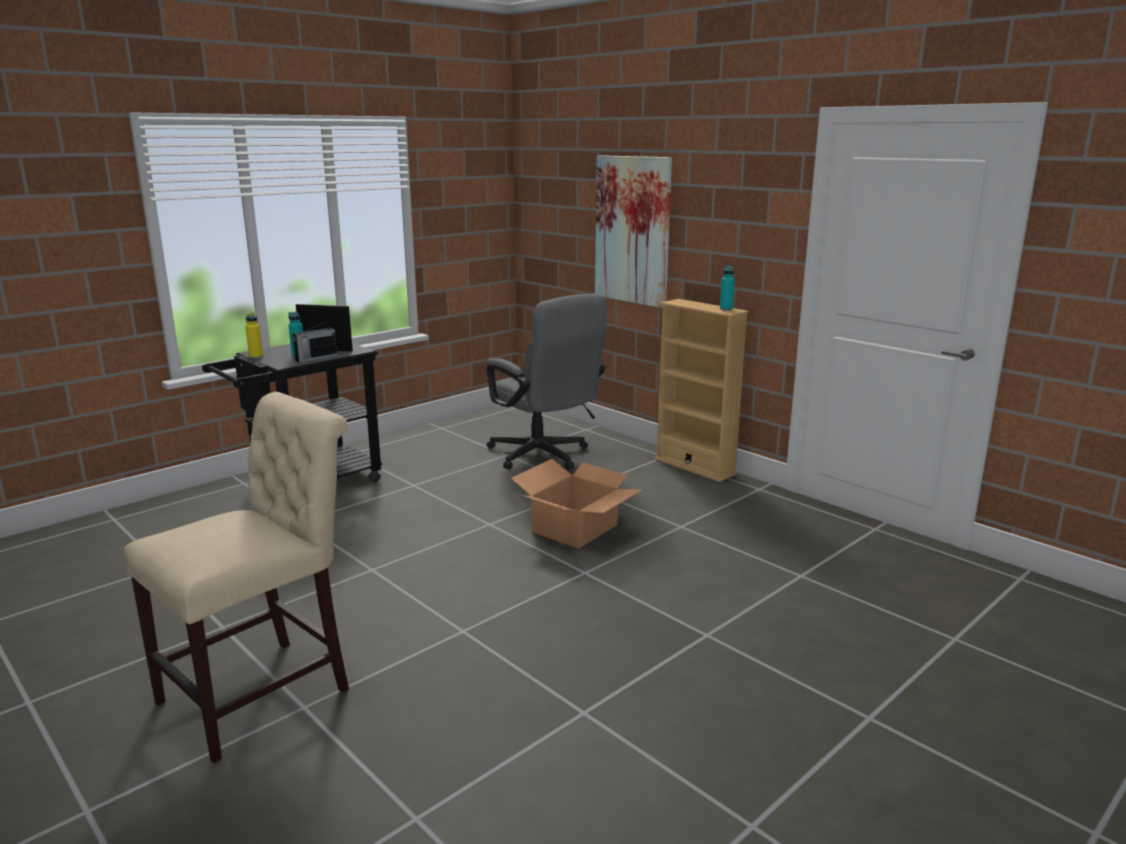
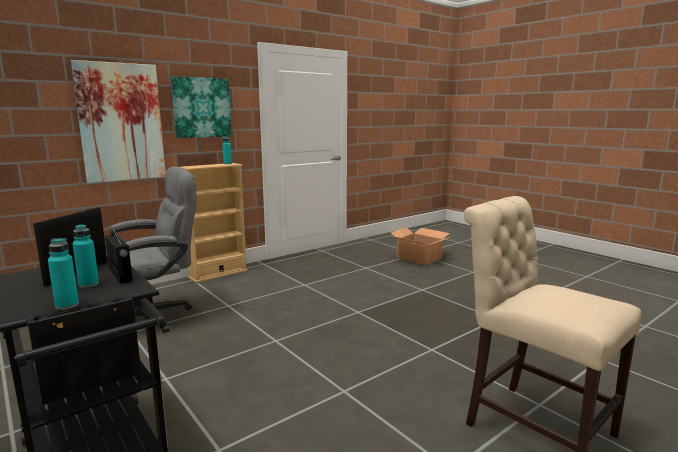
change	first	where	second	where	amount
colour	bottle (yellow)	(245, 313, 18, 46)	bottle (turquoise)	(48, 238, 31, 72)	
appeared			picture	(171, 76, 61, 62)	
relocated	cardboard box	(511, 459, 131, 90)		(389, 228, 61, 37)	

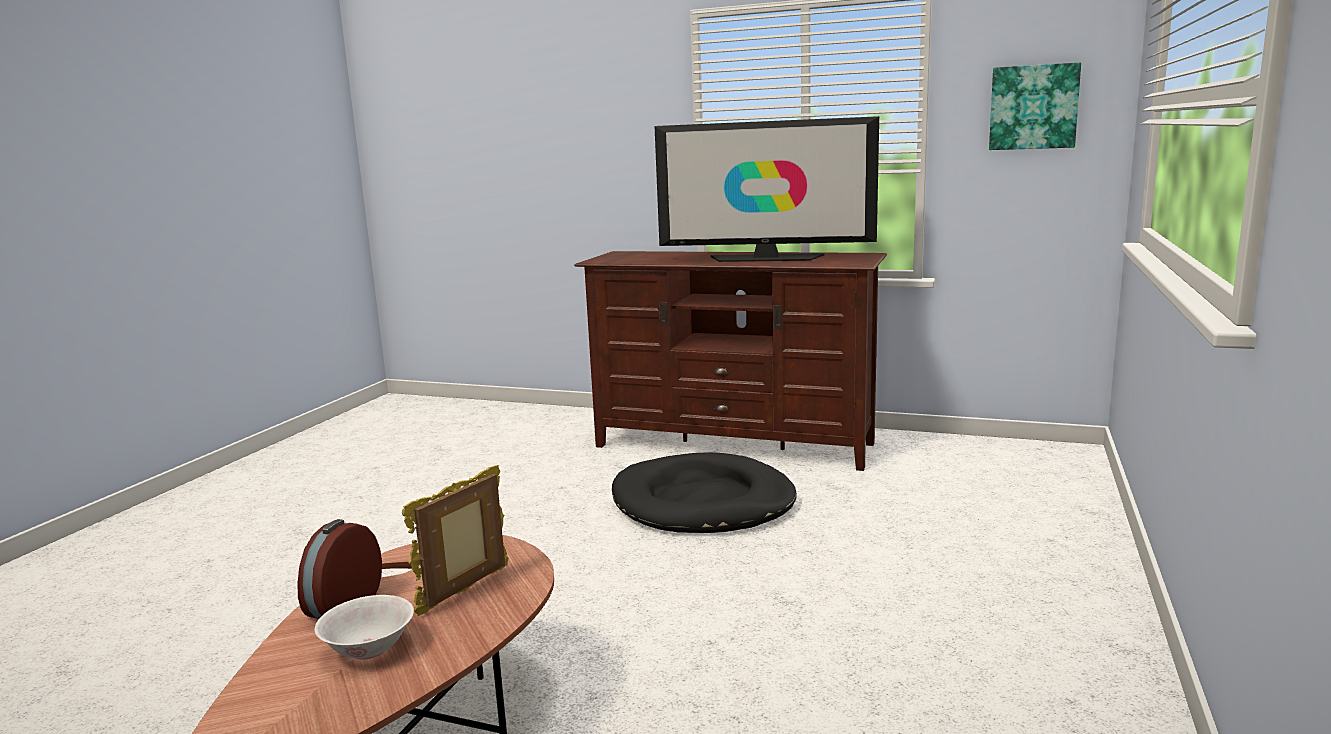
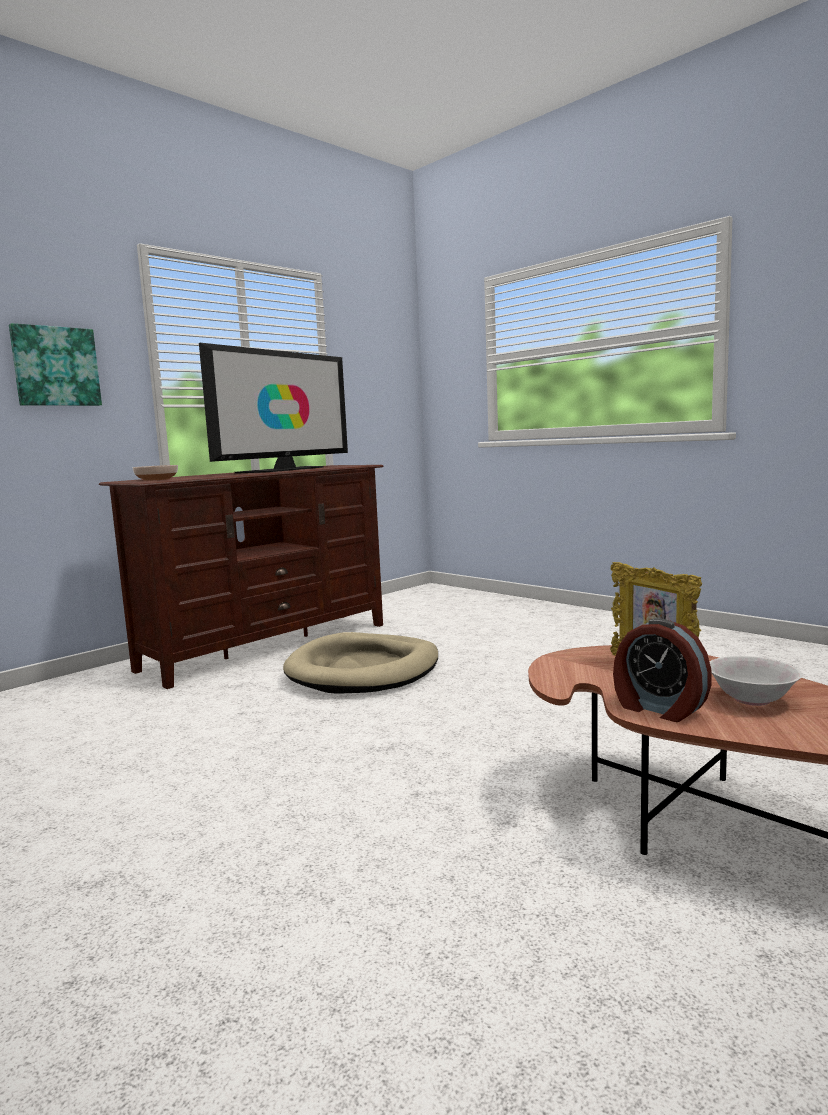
change	first	where	second	where	amount
relocated	picture	(989, 62, 92, 88)		(9, 323, 93, 83)	
appeared			bowl	(133, 465, 45, 16)	
colour	dog bed (black)	(612, 452, 185, 81)	dog bed (beige)	(283, 632, 155, 62)	

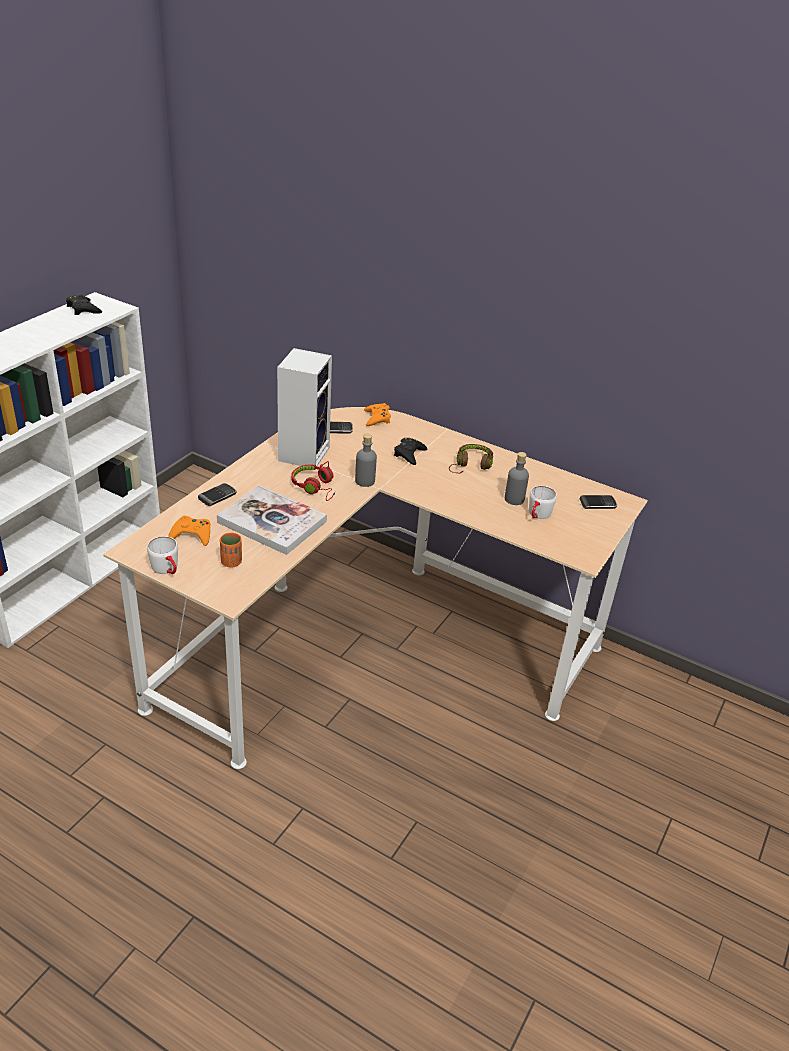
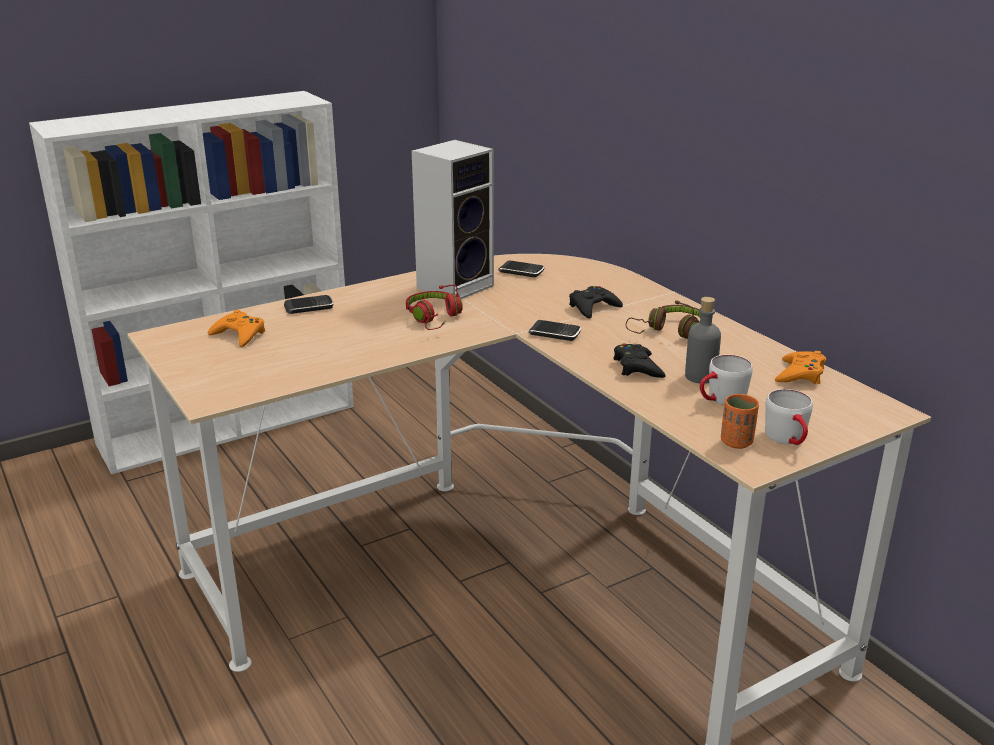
change	first	where	second	where	amount
relocated	phone	(580, 495, 37, 14)		(528, 320, 53, 21)	
relocated	game controller (black)	(66, 295, 36, 20)		(613, 343, 53, 35)	
relocated	cup (orange)	(220, 533, 22, 35)		(721, 394, 38, 55)	
relocated	mug (white)	(147, 536, 31, 38)		(765, 389, 48, 56)	
relocated	game controller (orange)	(364, 403, 27, 23)		(775, 351, 51, 33)	
missing	book	(217, 485, 110, 70)			
missing	bottle (grey)	(355, 434, 22, 53)			

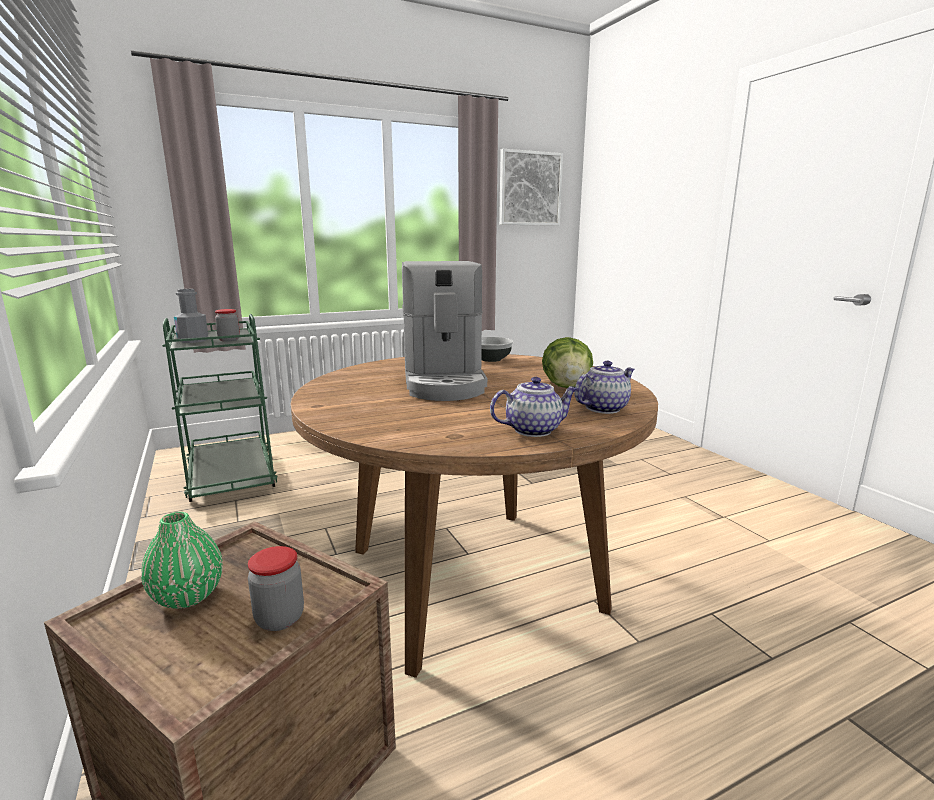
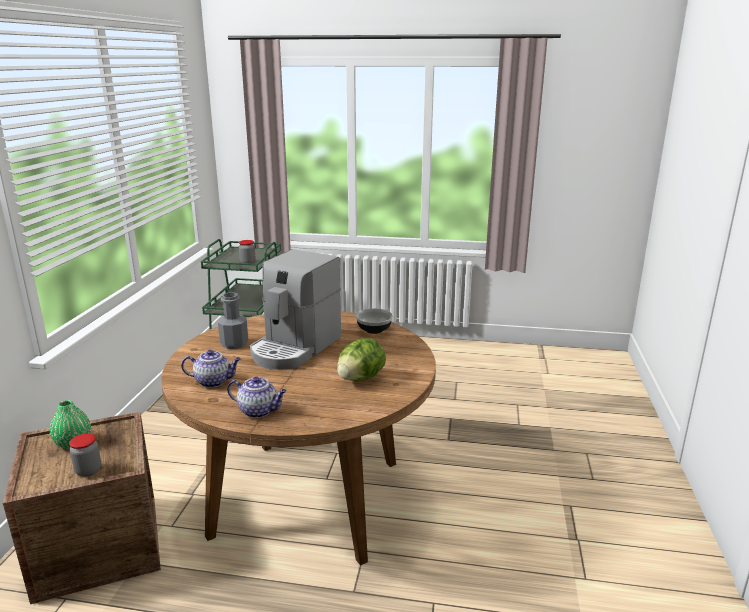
change	first	where	second	where	amount
relocated	teapot	(574, 361, 60, 53)		(181, 350, 60, 38)	
relocated	bottle (grey)	(174, 289, 34, 54)		(218, 292, 30, 57)	
missing	picture	(499, 149, 64, 77)			

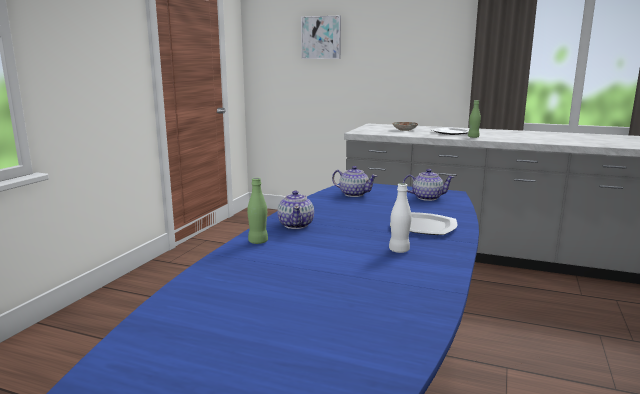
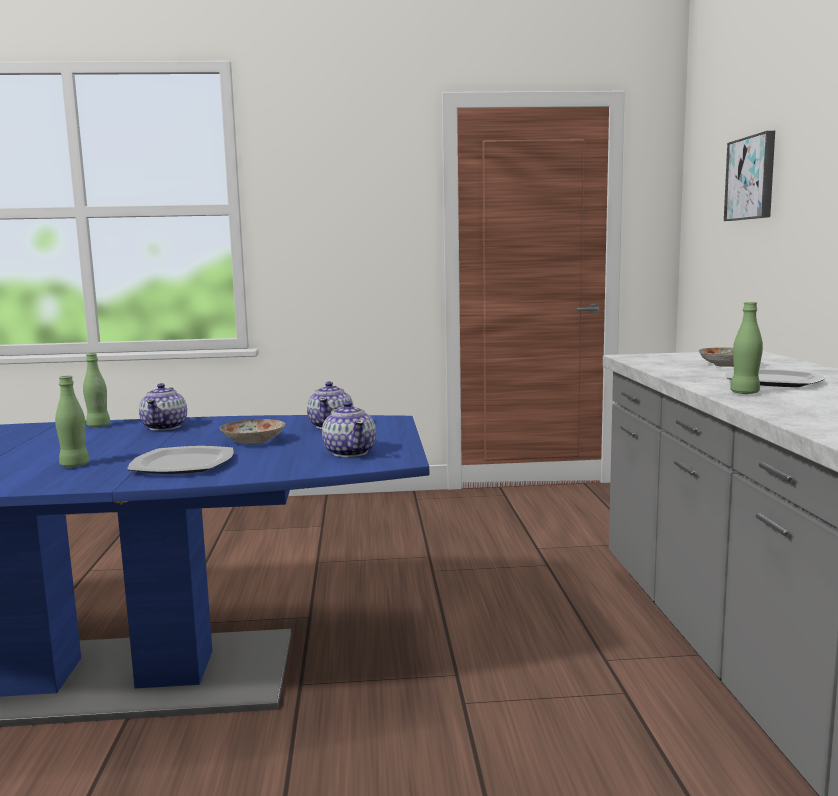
change	first	where	second	where	amount
colour	bottle (white)	(389, 183, 23, 70)	bottle (green)	(55, 376, 34, 91)	
spun	teapot	(277, 191, 37, 38)		(139, 383, 48, 48)	60 degrees counterclockwise
appeared			plate	(220, 419, 65, 26)	

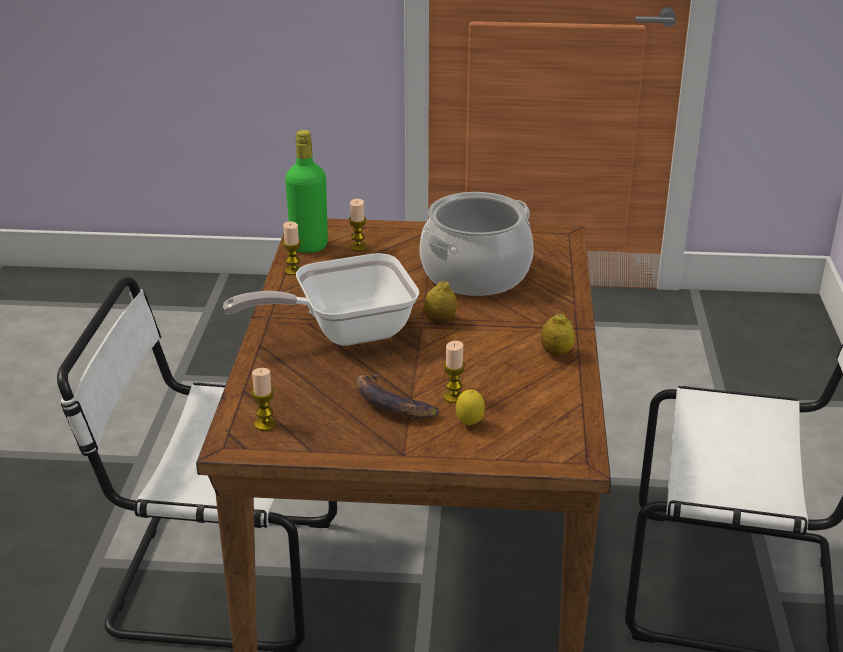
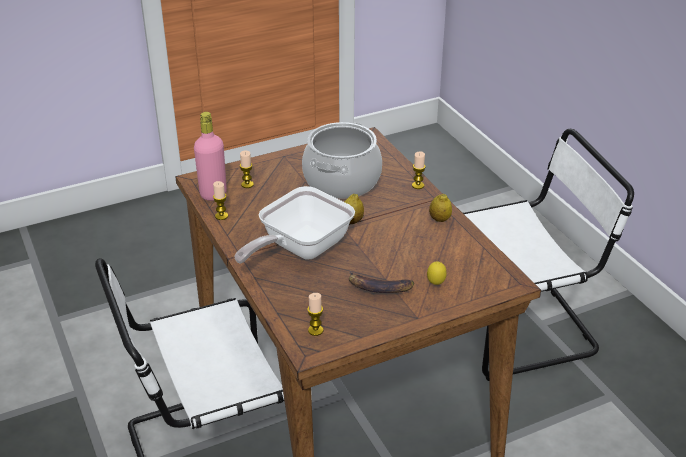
change	first	where	second	where	amount
colour	bottle (green)	(285, 130, 43, 123)	bottle (pink)	(194, 112, 33, 89)	
relocated	candle	(443, 341, 22, 62)		(412, 151, 14, 38)	

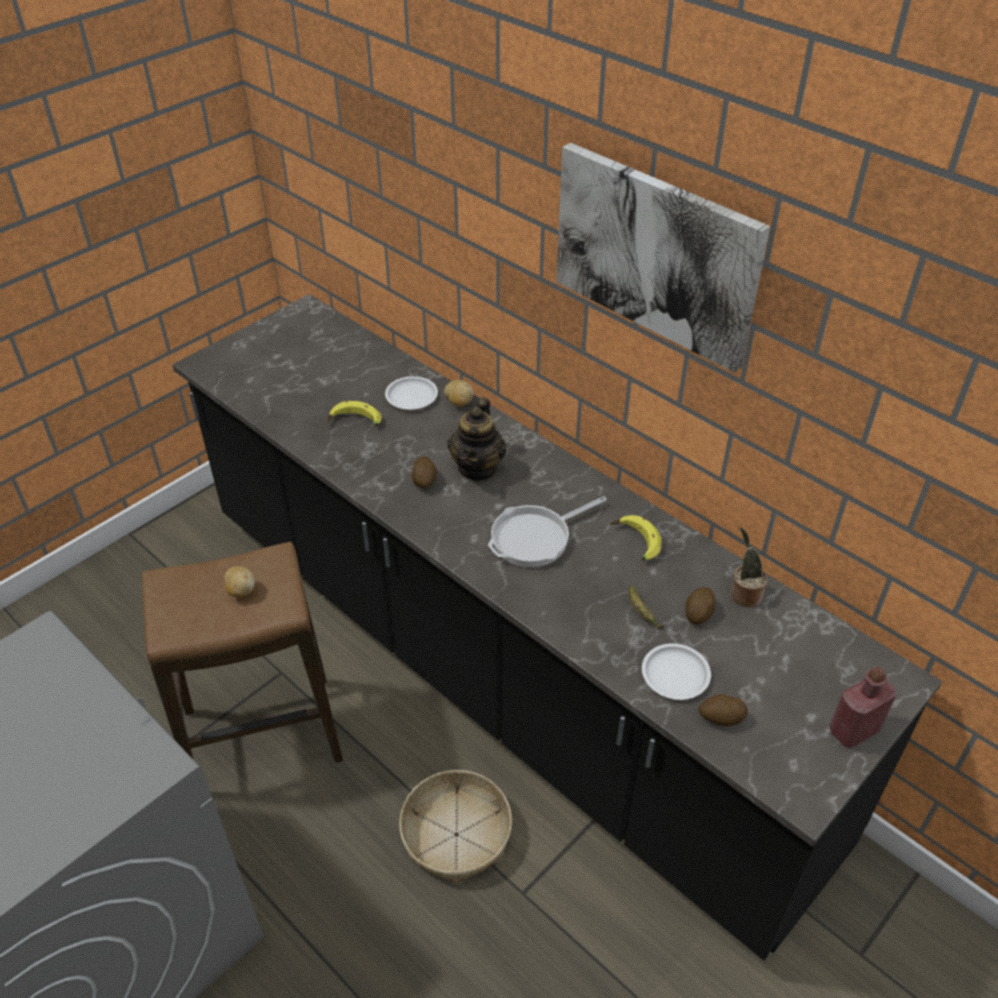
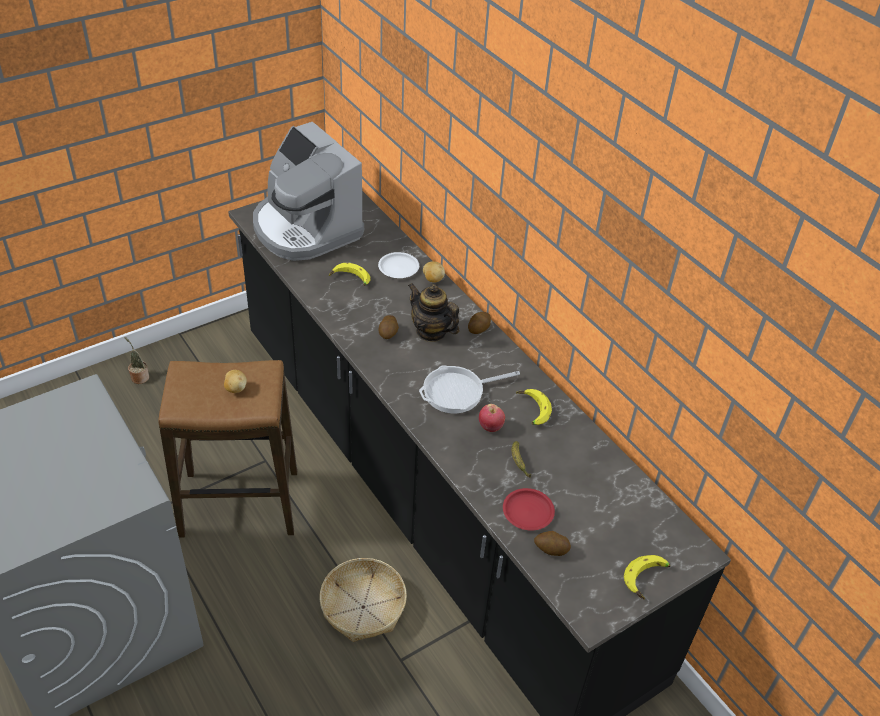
change	first	where	second	where	amount
relocated	potted plant	(731, 527, 36, 80)		(124, 337, 25, 47)	
appeared			coffee machine	(253, 122, 111, 139)	
spun	teapot	(447, 397, 59, 85)		(408, 283, 52, 59)	105 degrees clockwise
relocated	potato	(685, 587, 31, 37)		(468, 312, 23, 22)	
appeared			apple	(479, 404, 26, 28)	
colour	plate (white)	(642, 643, 69, 57)	plate (red)	(503, 488, 52, 43)	
exchanged	bottle (red)	(830, 667, 66, 82)	banana	(624, 555, 46, 44)	
missing	picture	(556, 143, 214, 230)			

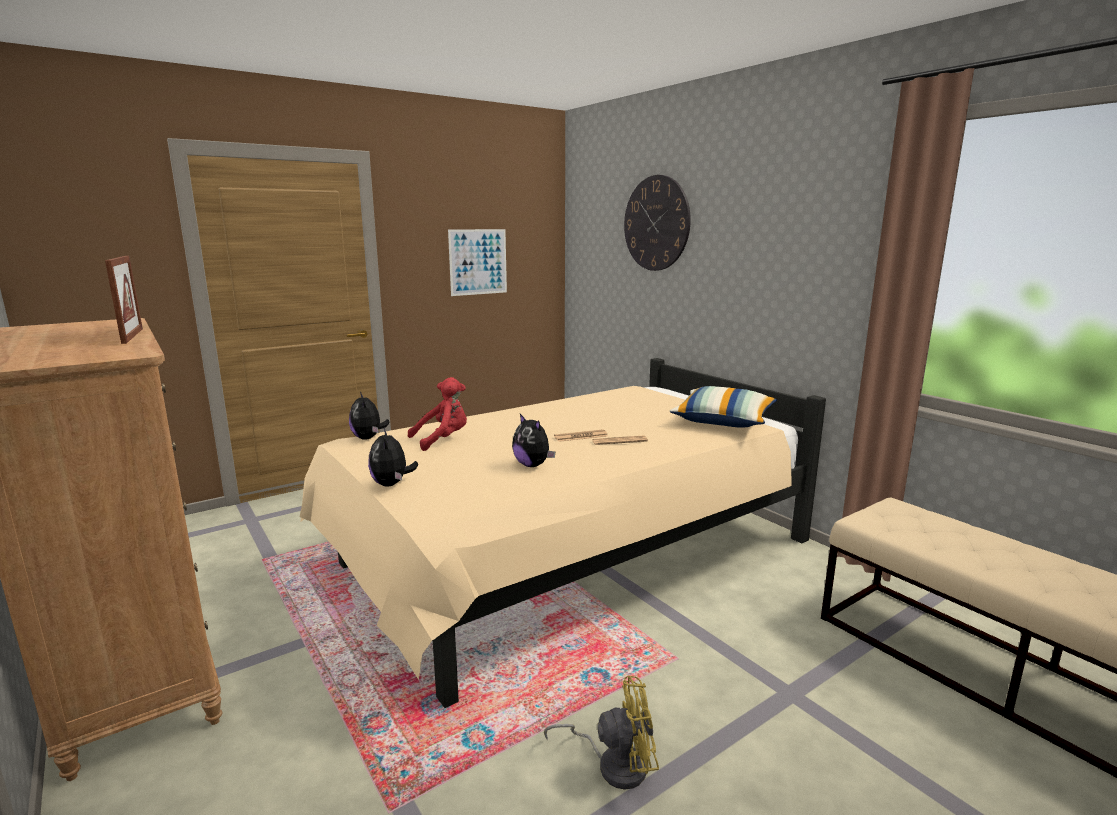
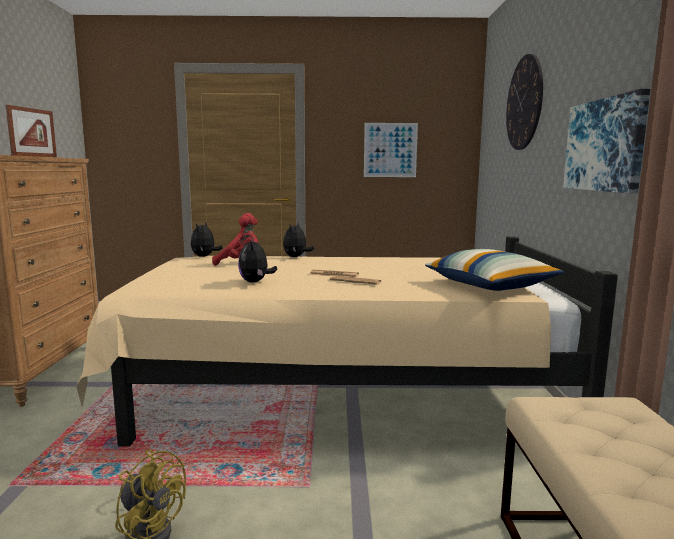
change	first	where	second	where	amount
relocated	plush toy	(368, 428, 50, 58)		(283, 223, 31, 34)	
appeared			picture	(563, 89, 88, 104)	

